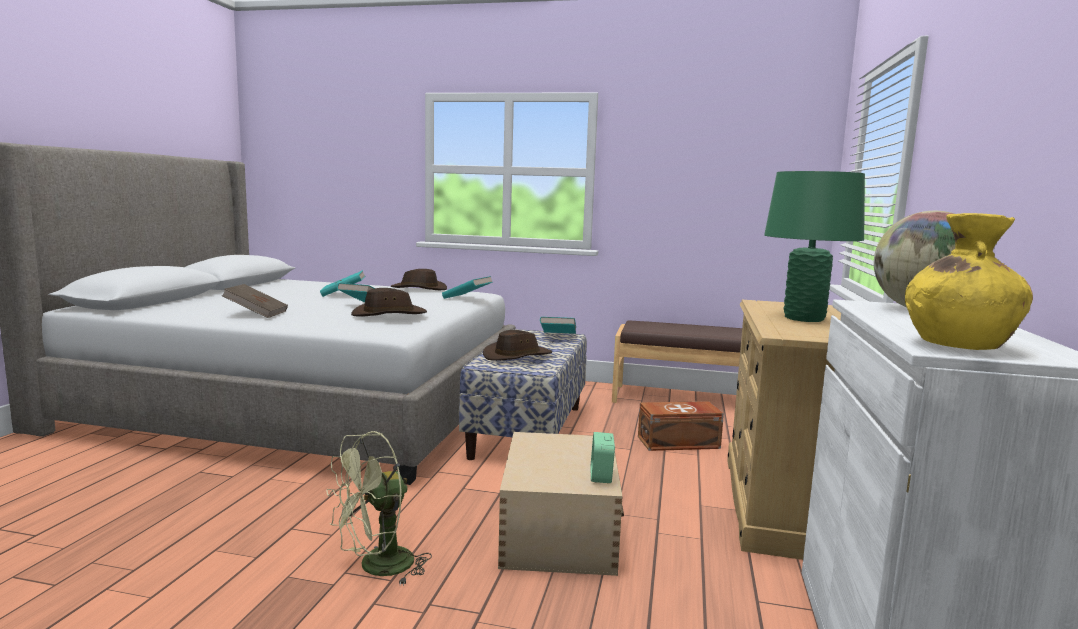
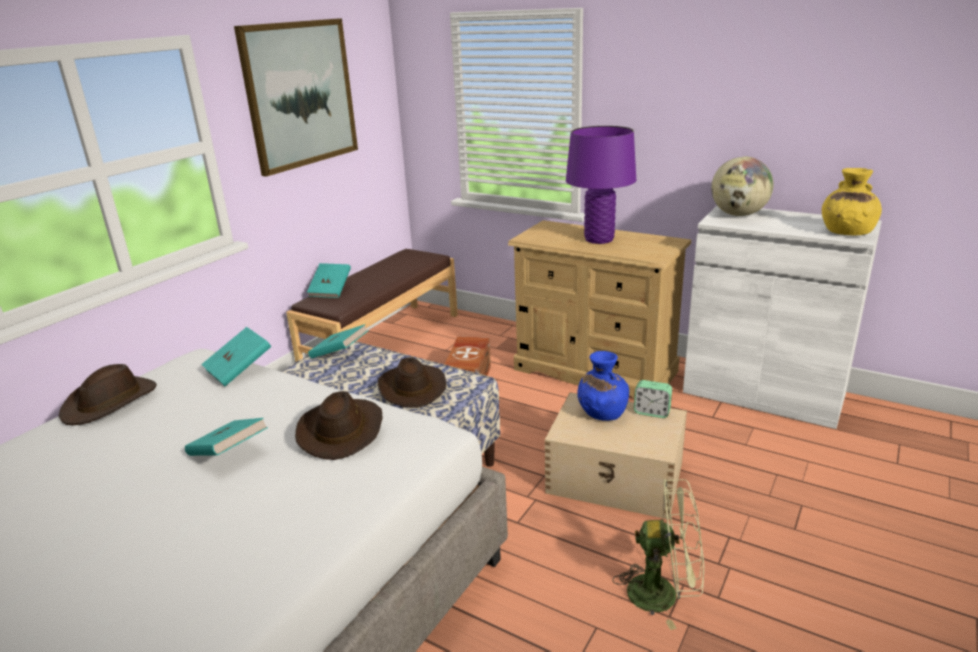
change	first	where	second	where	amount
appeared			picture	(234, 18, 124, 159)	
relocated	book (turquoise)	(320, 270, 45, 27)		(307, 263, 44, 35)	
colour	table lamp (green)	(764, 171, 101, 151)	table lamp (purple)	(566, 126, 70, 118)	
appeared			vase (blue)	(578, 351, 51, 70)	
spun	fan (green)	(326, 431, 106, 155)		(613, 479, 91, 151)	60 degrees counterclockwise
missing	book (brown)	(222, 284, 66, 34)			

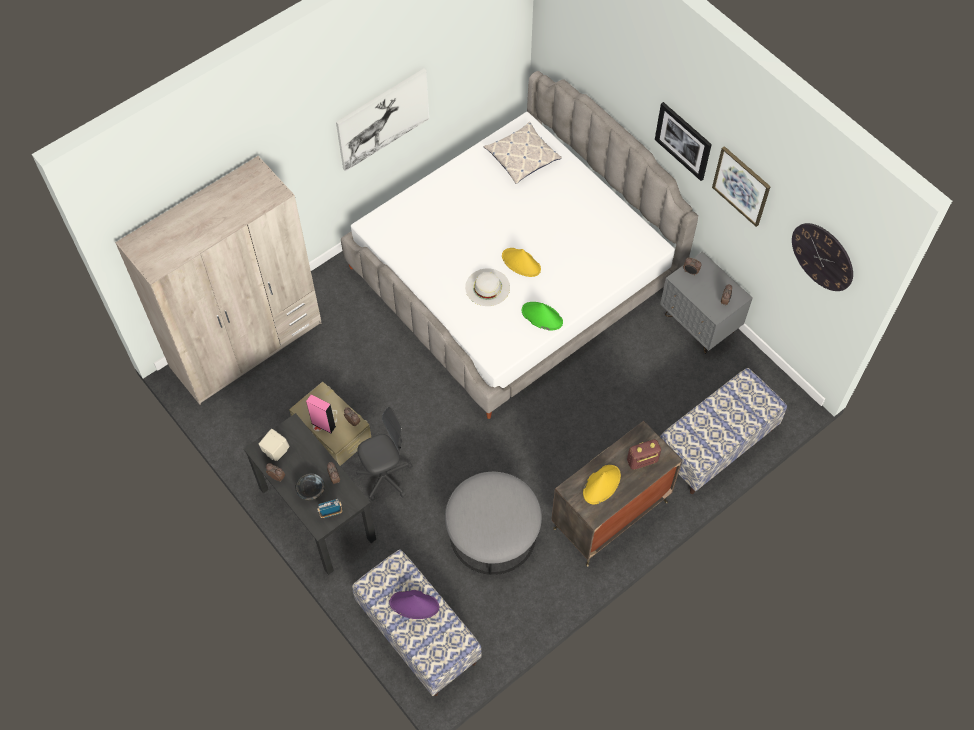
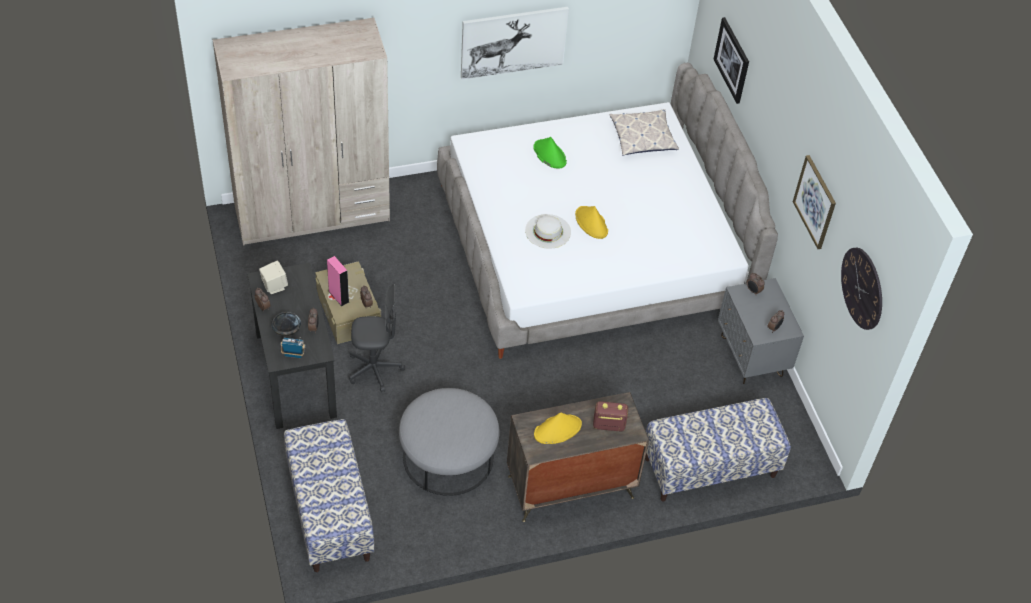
change	first	where	second	where	amount
relocated	hat (green)	(522, 302, 41, 29)		(533, 137, 34, 32)	
relocated	picture	(655, 102, 57, 79)		(713, 17, 36, 87)	
missing	hat (purple)	(390, 590, 49, 29)			

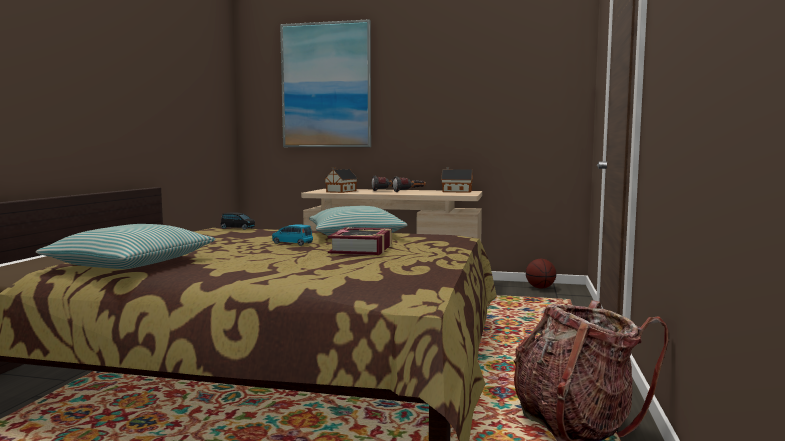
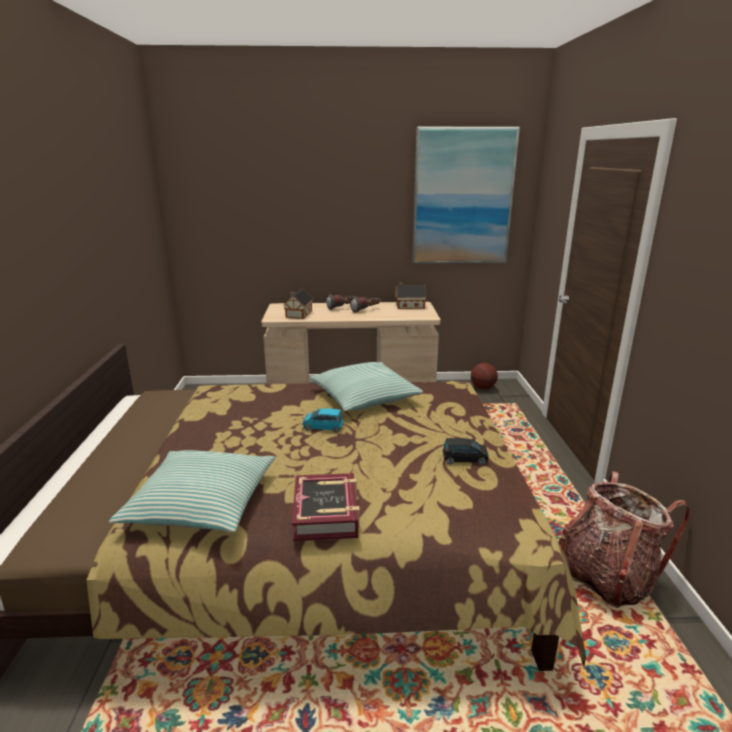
change	first	where	second	where	amount
relocated	book	(328, 227, 64, 28)		(292, 473, 68, 68)	
relocated	picture	(280, 19, 91, 128)		(412, 127, 108, 137)	
relocated	toy car (black)	(221, 213, 34, 17)		(443, 438, 46, 27)	

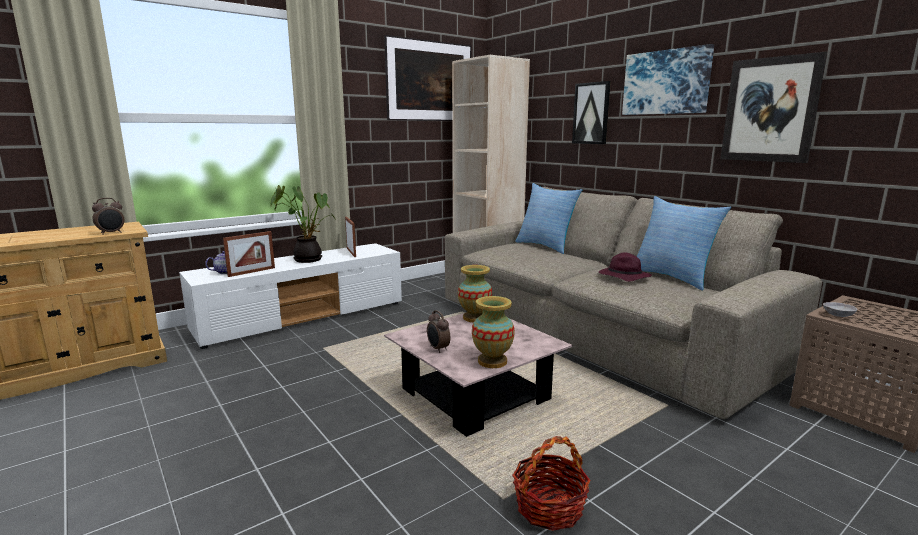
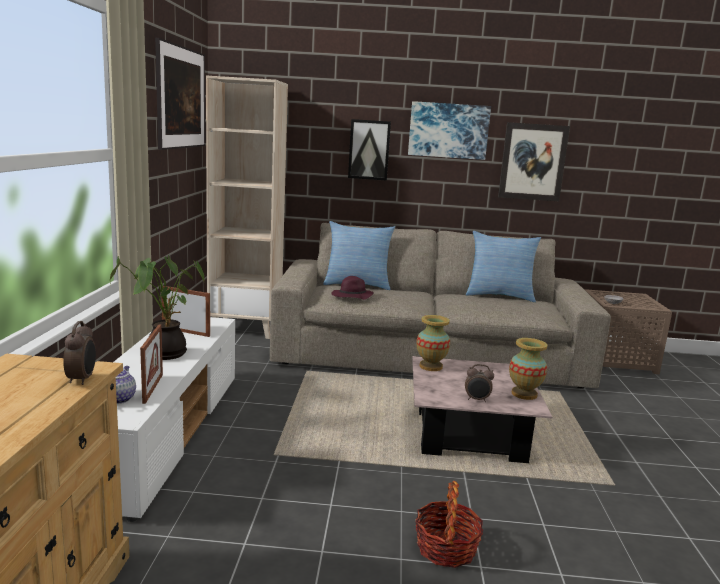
change	first	where	second	where	amount
relocated	hat (purple)	(599, 252, 53, 30)		(331, 276, 43, 24)	
relocated	basket	(512, 436, 79, 95)		(415, 481, 68, 87)	

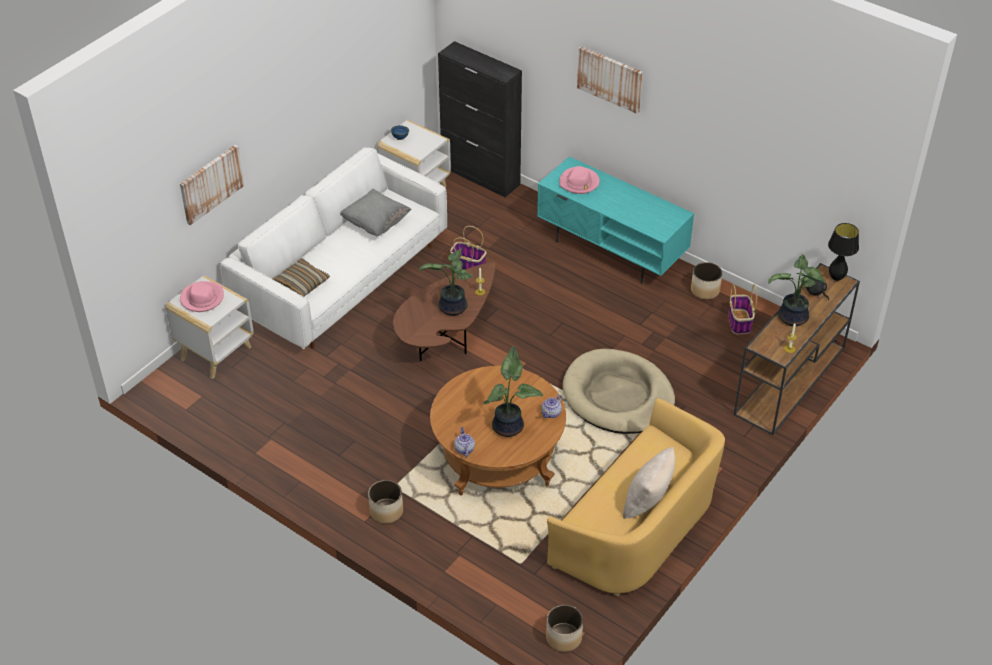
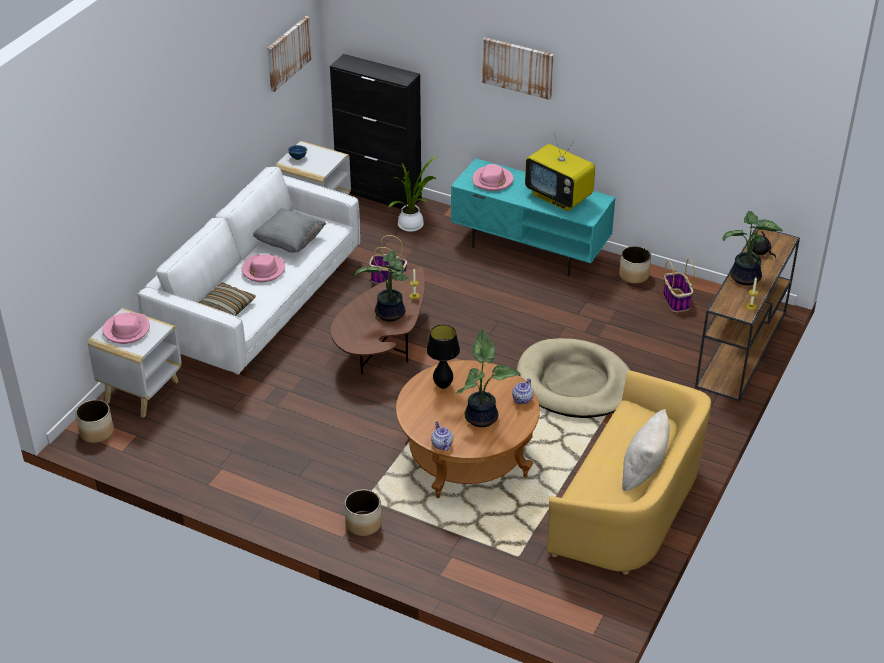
change	first	where	second	where	amount
relocated	planter	(546, 605, 37, 47)		(75, 400, 39, 43)	
appeared			hat (pink)	(242, 254, 43, 28)	
relocated	picture	(180, 145, 64, 80)		(267, 16, 45, 76)	
appeared			potted plant	(388, 156, 51, 76)	
relocated	table lamp (black)	(828, 223, 31, 58)		(426, 325, 34, 64)	
appeared			television	(525, 132, 70, 79)	

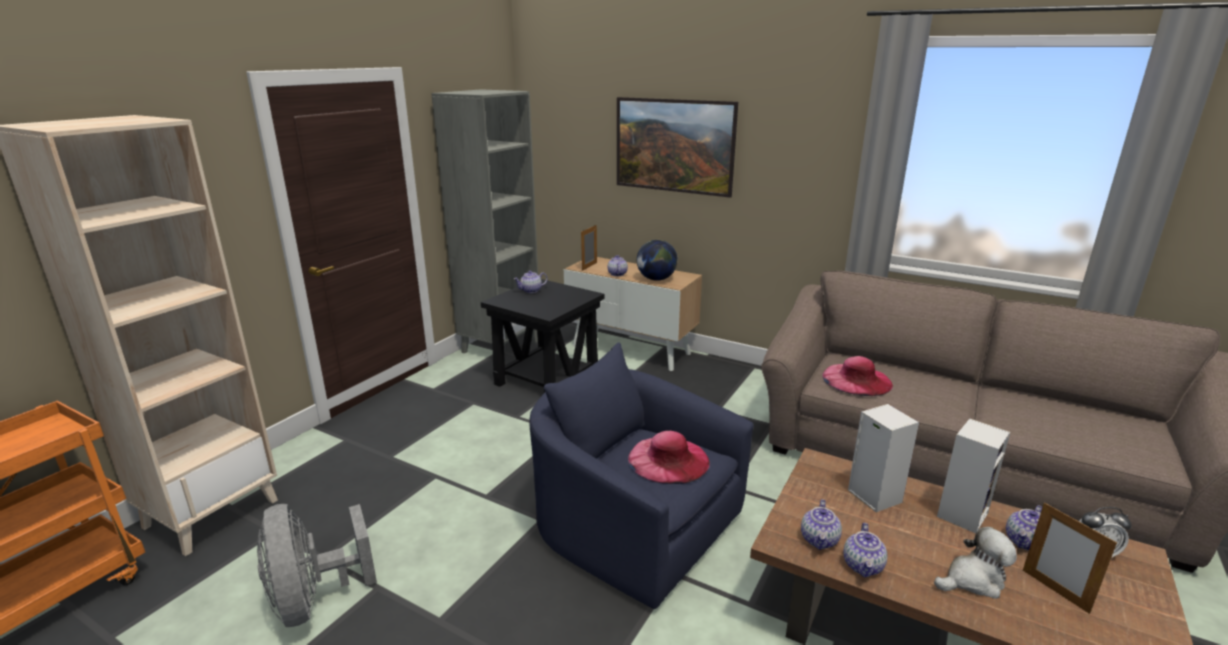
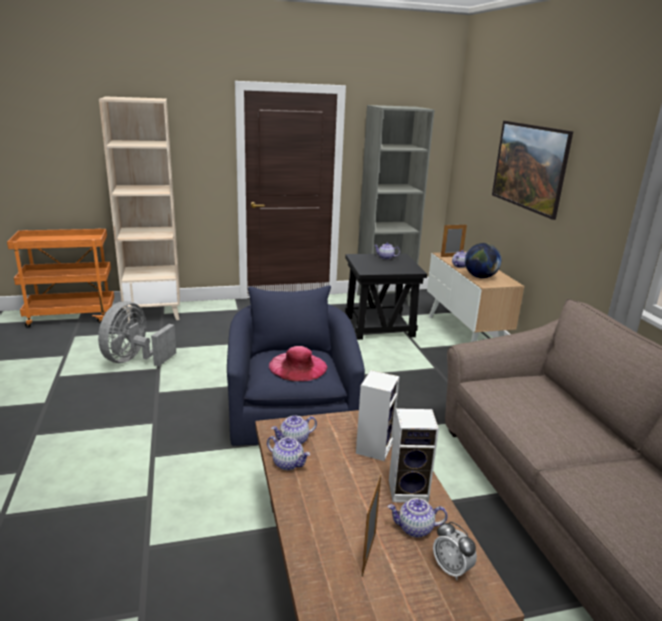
change	first	where	second	where	amount
spun	teapot	(843, 523, 44, 54)		(267, 436, 43, 34)	120 degrees counterclockwise
missing	hat (pink)	(822, 356, 71, 40)			
missing	plush toy	(934, 527, 83, 72)			

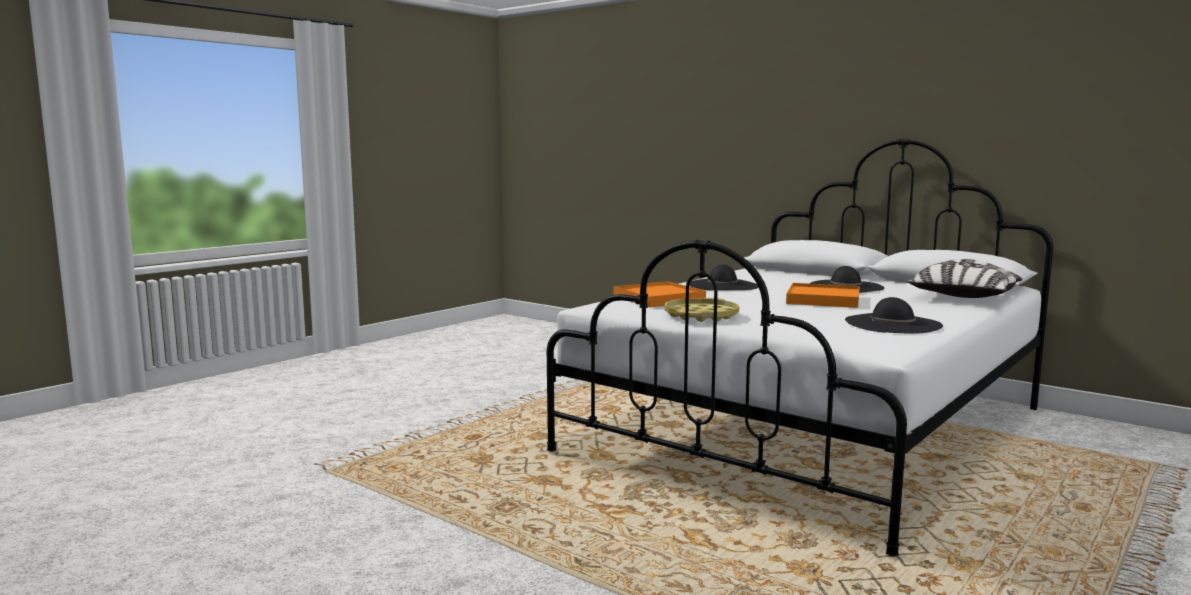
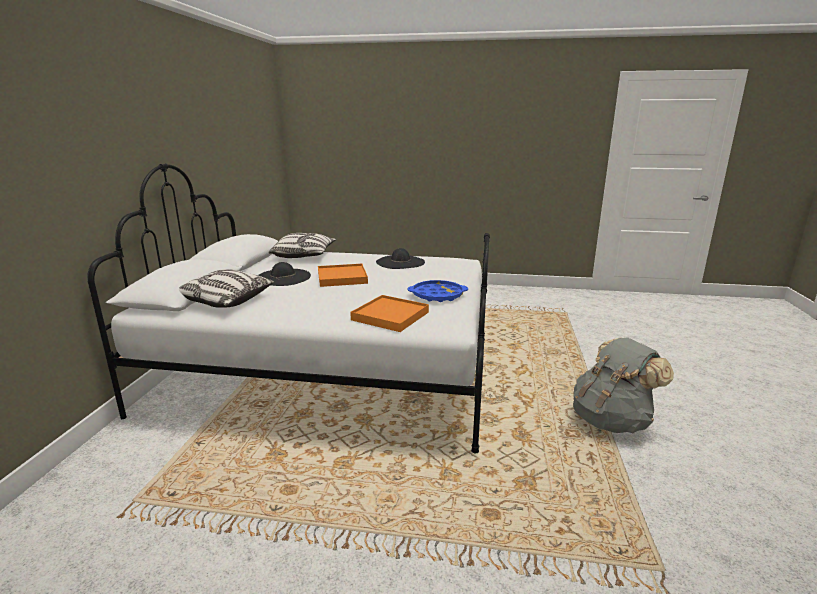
change	first	where	second	where	amount
appeared			pillow	(179, 269, 95, 39)	
colour	tray (yellow)	(665, 298, 74, 24)	tray (blue)	(408, 280, 60, 22)	
appeared			backpack (grey)	(573, 337, 101, 96)	
missing	hat (black)	(686, 265, 72, 25)			

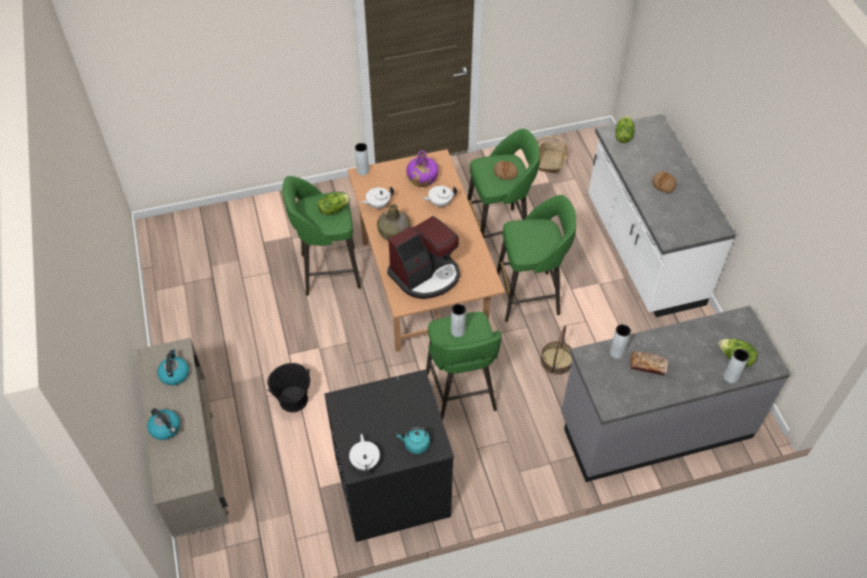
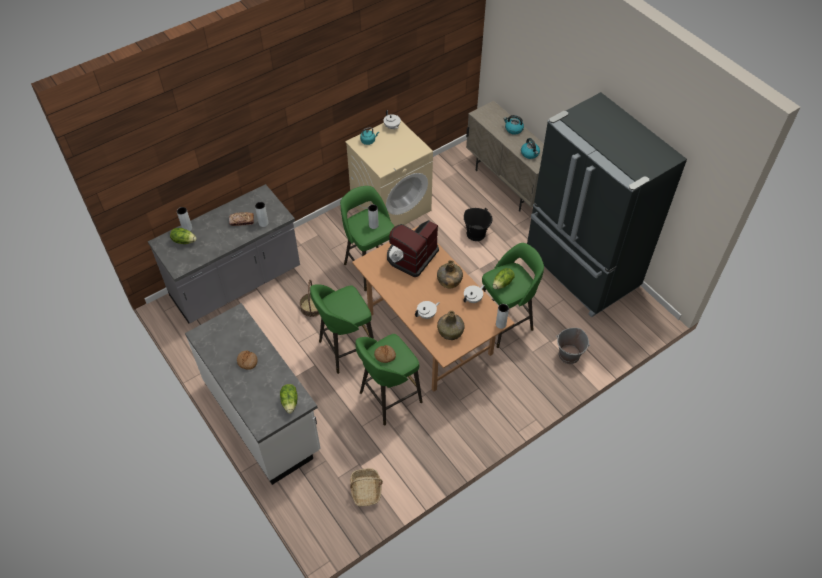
change	first	where	second	where	amount
colour	washing machine (black)	(324, 369, 130, 173)	washing machine (beige)	(345, 121, 88, 105)	
colour	bottle (purple)	(407, 150, 31, 37)	bottle (green)	(437, 311, 28, 29)	
appeared			fridge (black)	(527, 92, 160, 225)	
appeared			bucket (grey)	(556, 328, 34, 36)	

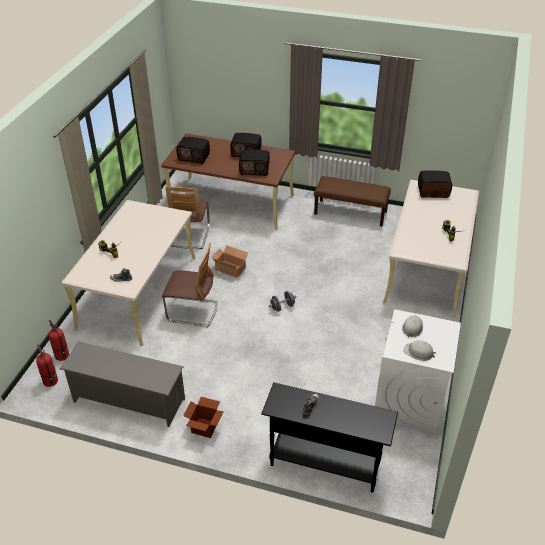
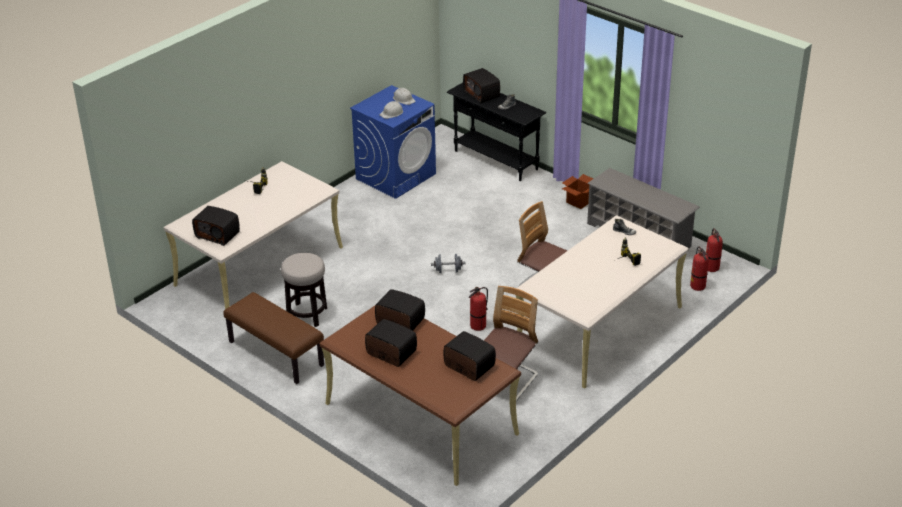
change	first	where	second	where	amount
appeared			stool	(281, 253, 46, 74)	
colour	washing machine (white)	(375, 309, 86, 125)	washing machine (blue)	(350, 85, 86, 114)	
appeared			radio	(463, 68, 37, 35)	
exchanged	cardboard box	(211, 245, 37, 33)	fire extinguisher	(469, 287, 19, 44)	

